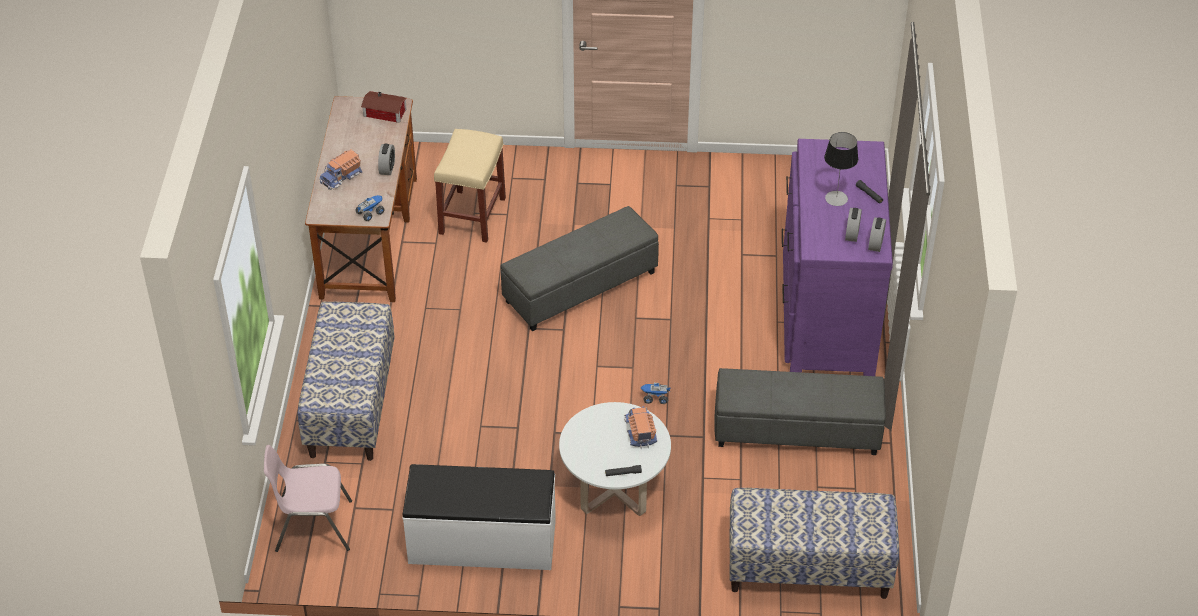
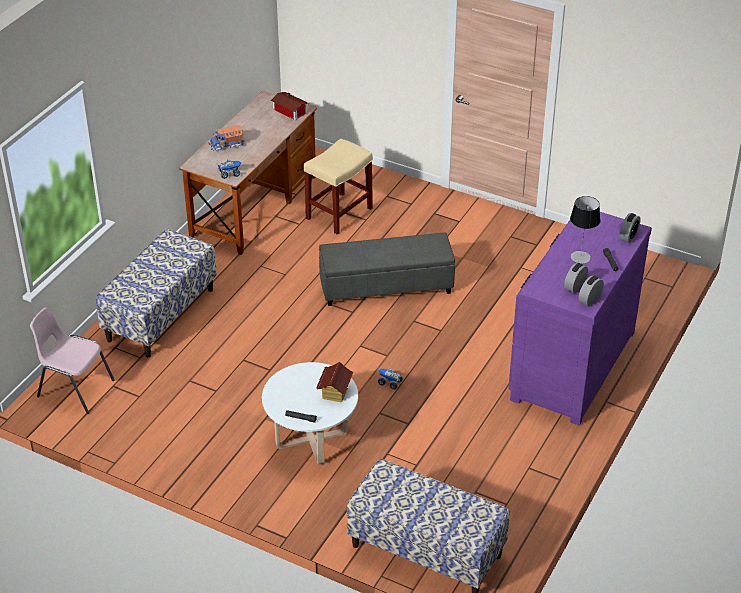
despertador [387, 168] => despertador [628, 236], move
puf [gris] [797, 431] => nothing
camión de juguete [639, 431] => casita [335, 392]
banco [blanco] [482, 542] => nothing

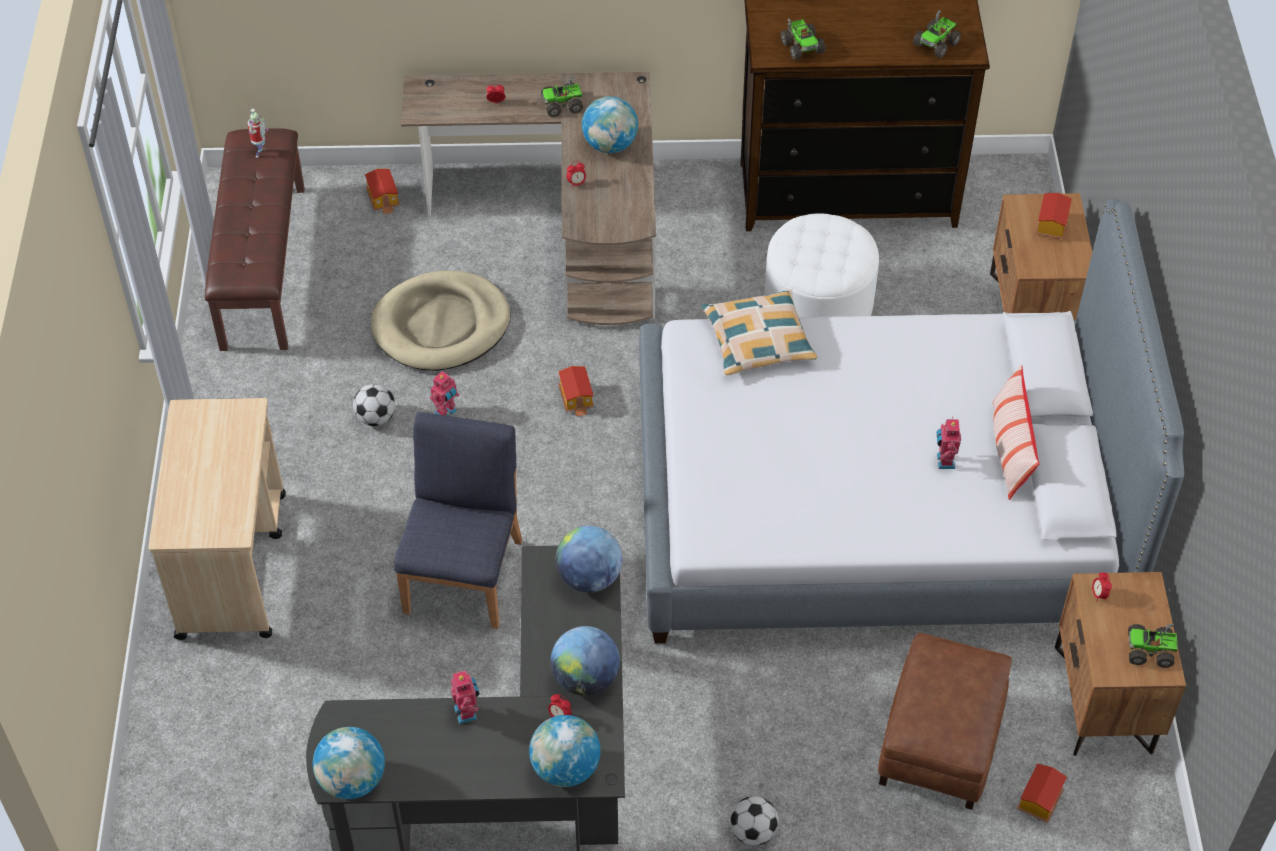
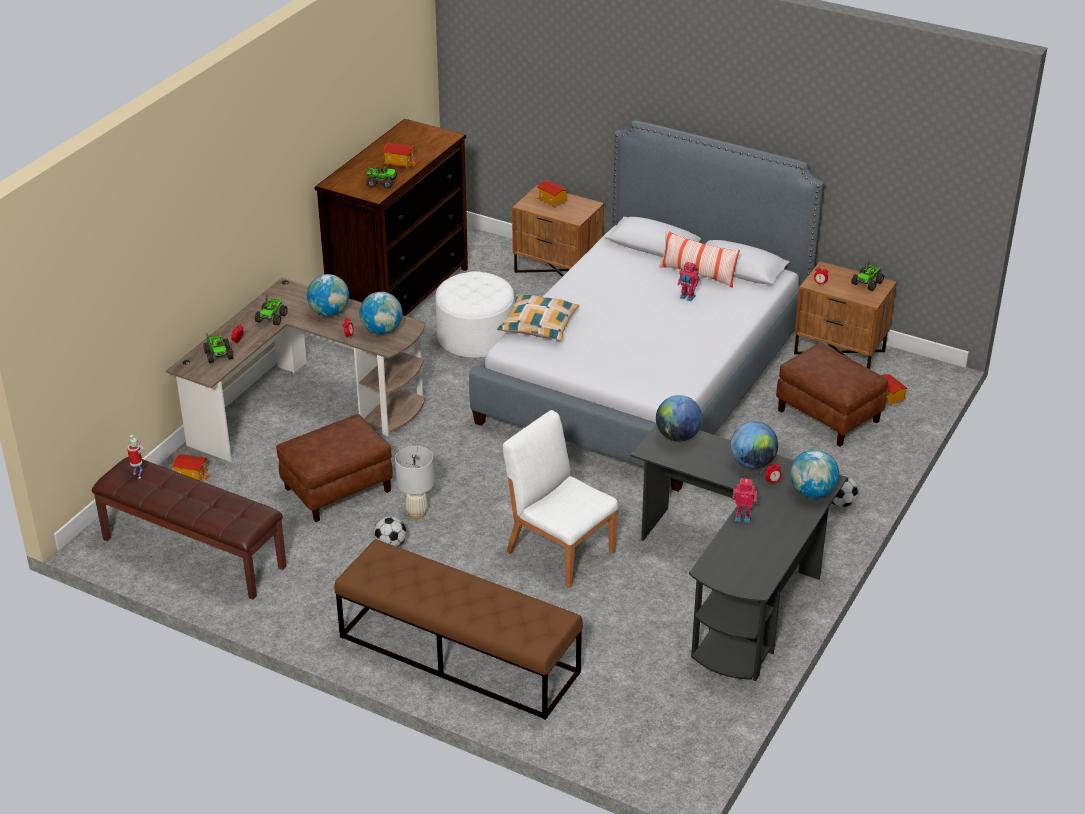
camión de juguete [936, 43] => camión de juguete [219, 355], move
cama para perro [beis] [441, 325] => puf [marrón] [337, 489]
casita [577, 398] => casita [400, 163], move
robot de juguete [446, 413] => lámpara de mesa [blanco] [416, 512]
carrito [beis] [232, 564] => banco [marrón] [458, 654]
silla [azul] [464, 575] => silla [blanco] [560, 550]
globo terráqueo [352, 780] => globo terráqueo [382, 330], move

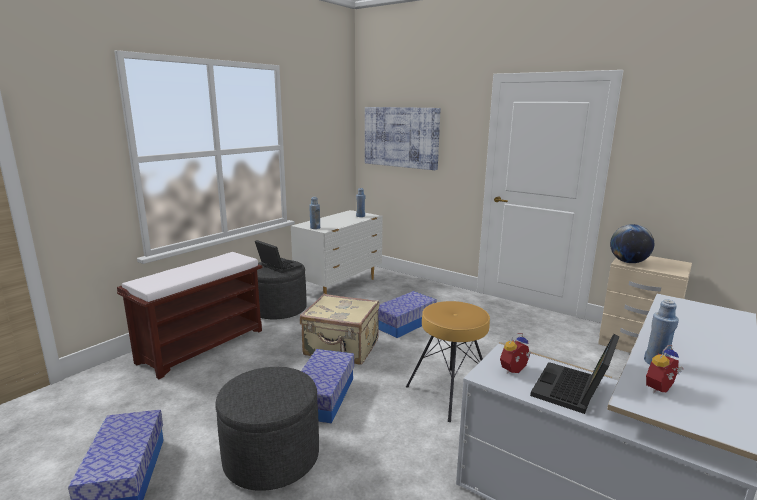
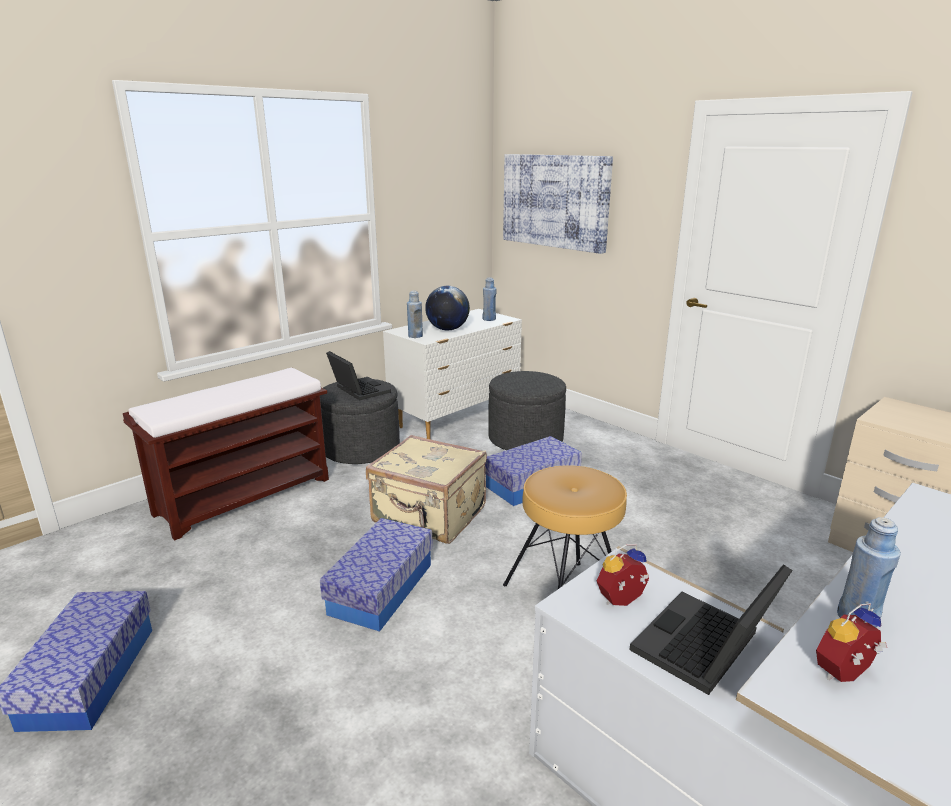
globo terráqueo [628, 262] => globo terráqueo [447, 329], move
puf [gris] [271, 457] => puf [gris] [525, 439], move

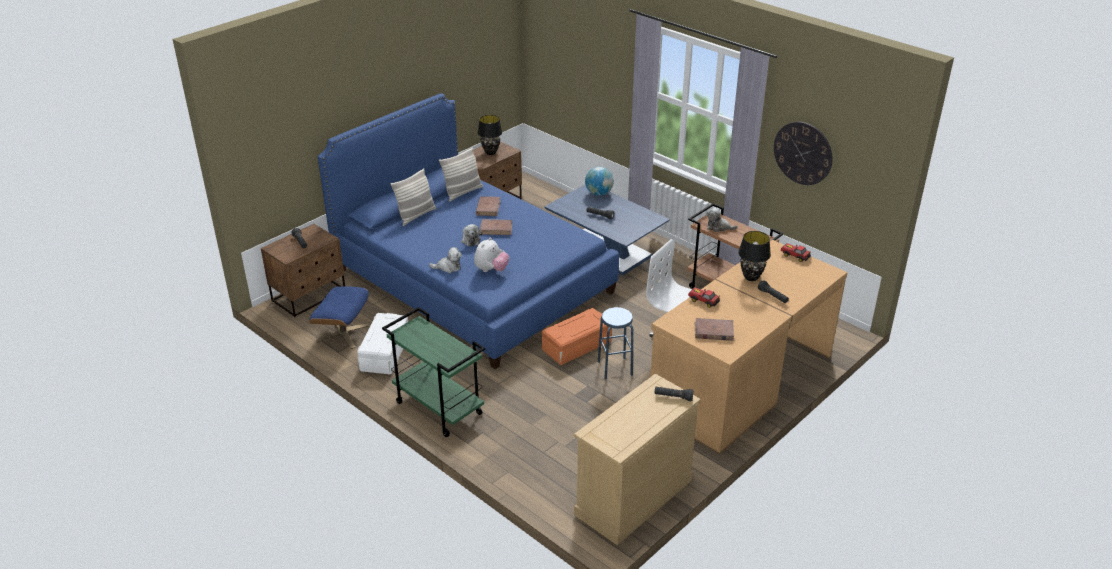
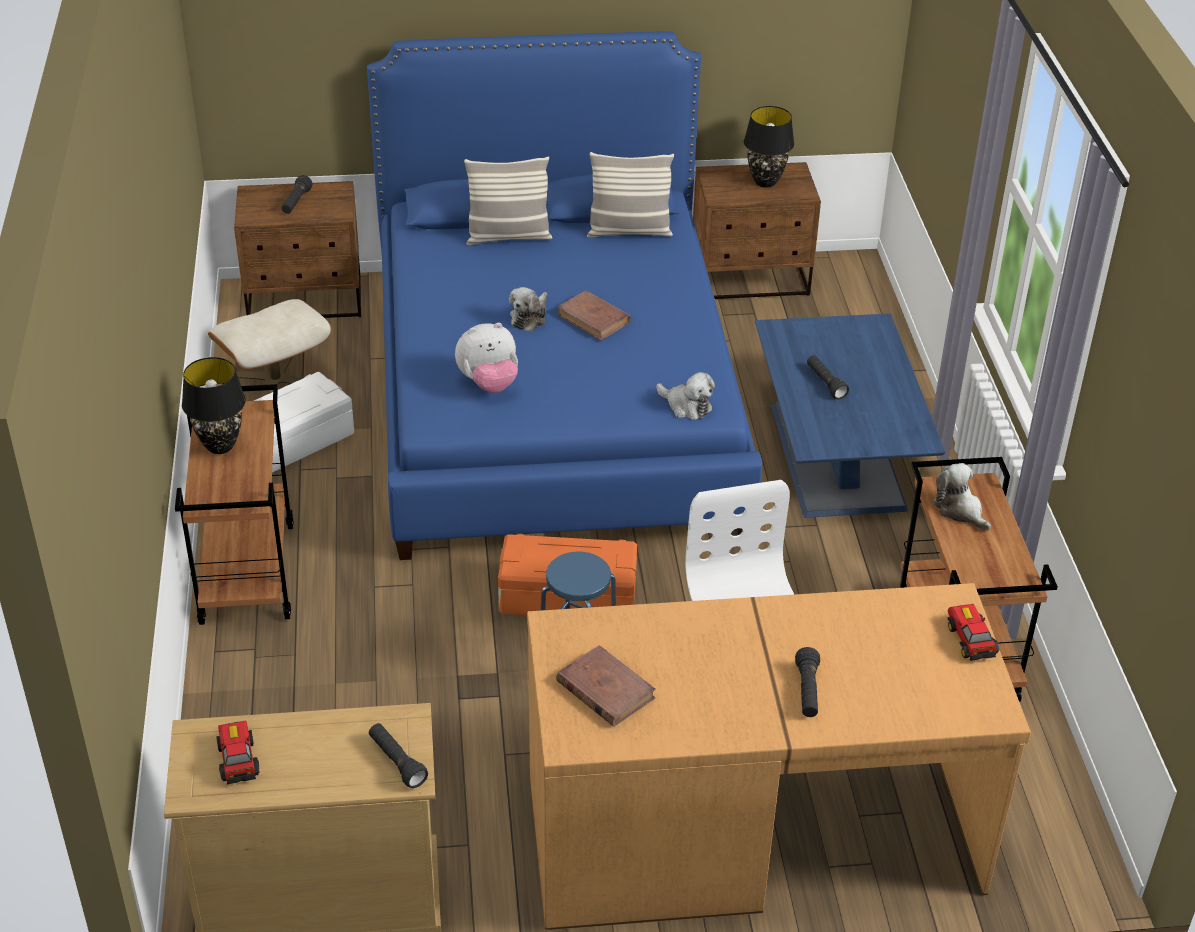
reloj de pared [803, 153] => nothing
globo terráqueo [599, 193] => nothing
libro [marrón] [488, 208] => nothing
lámpara de mesa [negro] [750, 277] => lámpara de mesa [negro] [220, 446], move
peluche [448, 267] => peluche [686, 406], move
puf [azul] [343, 333] => puf [beis] [275, 382]
coche de juguete [703, 300] => coche de juguete [238, 759], move
carrito [verde] [437, 408] => carrito [marrón] [246, 572]

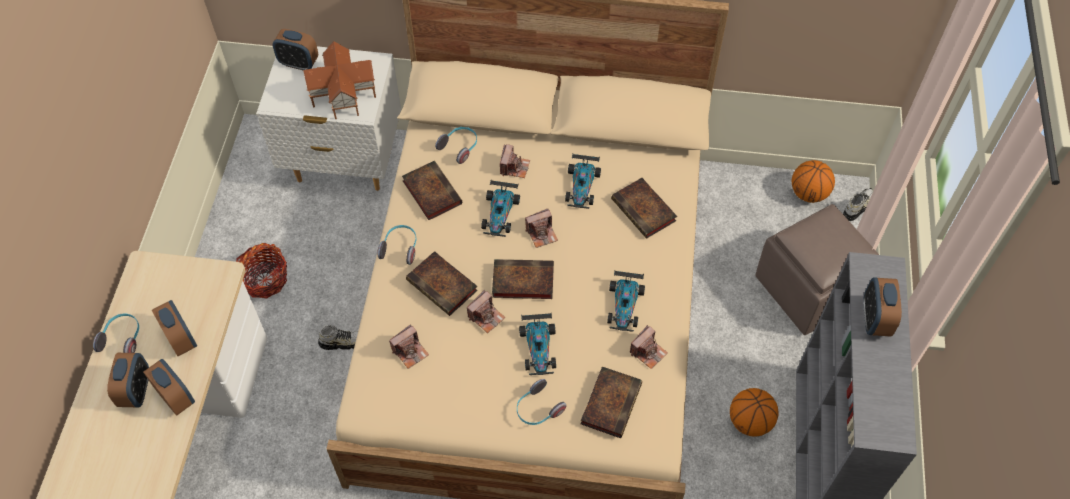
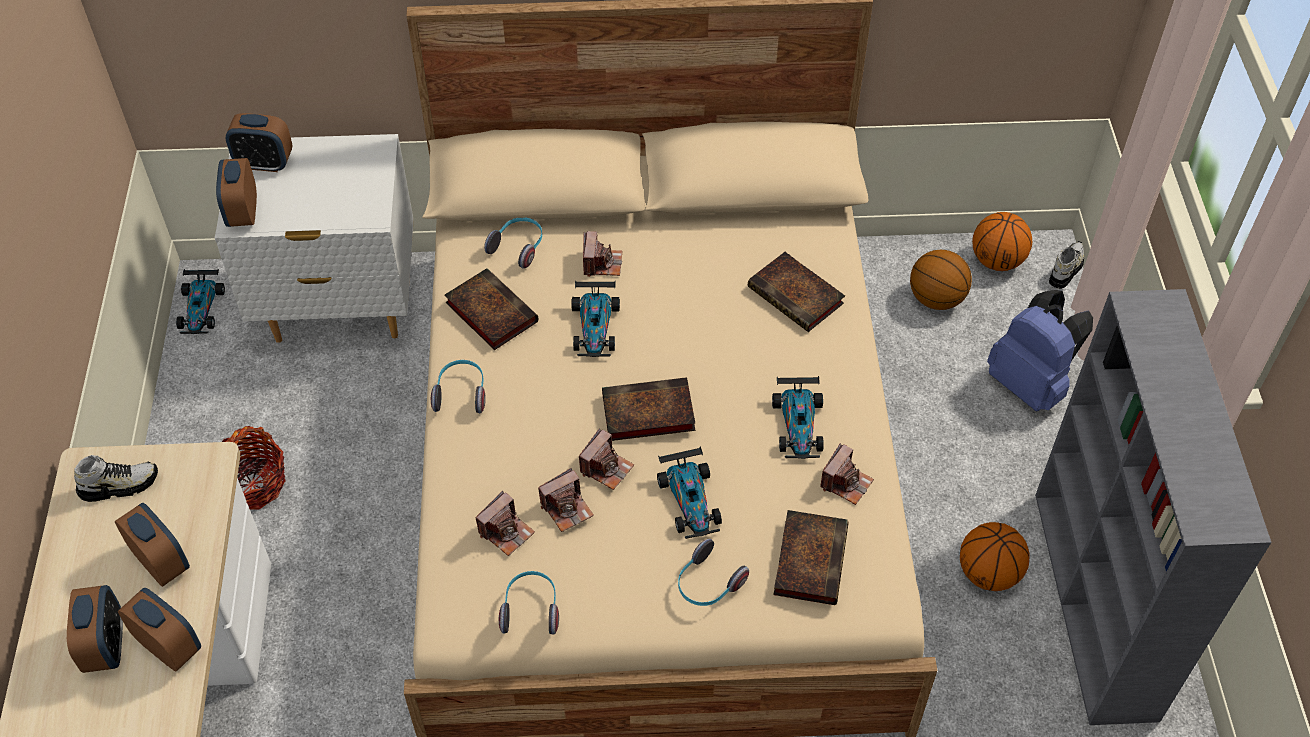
casita [342, 94] => nothing
coche de juguete [582, 186] => coche de juguete [201, 308], move
puf [marrón] [811, 289] => mochila [azul] [1030, 384]
cámara [541, 234] => cámara [567, 509], move
libro [443, 286] => nothing
despertador [874, 319] => despertador [243, 213], move
auriculares [122, 338] => auriculares [531, 609], move
zapato [342, 342] => zapato [119, 485], move
nothing => balón de baloncesto [936, 299]

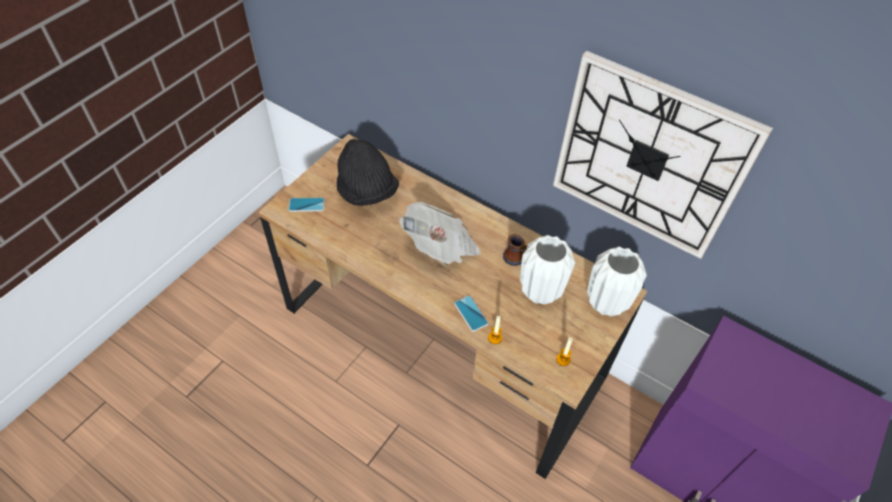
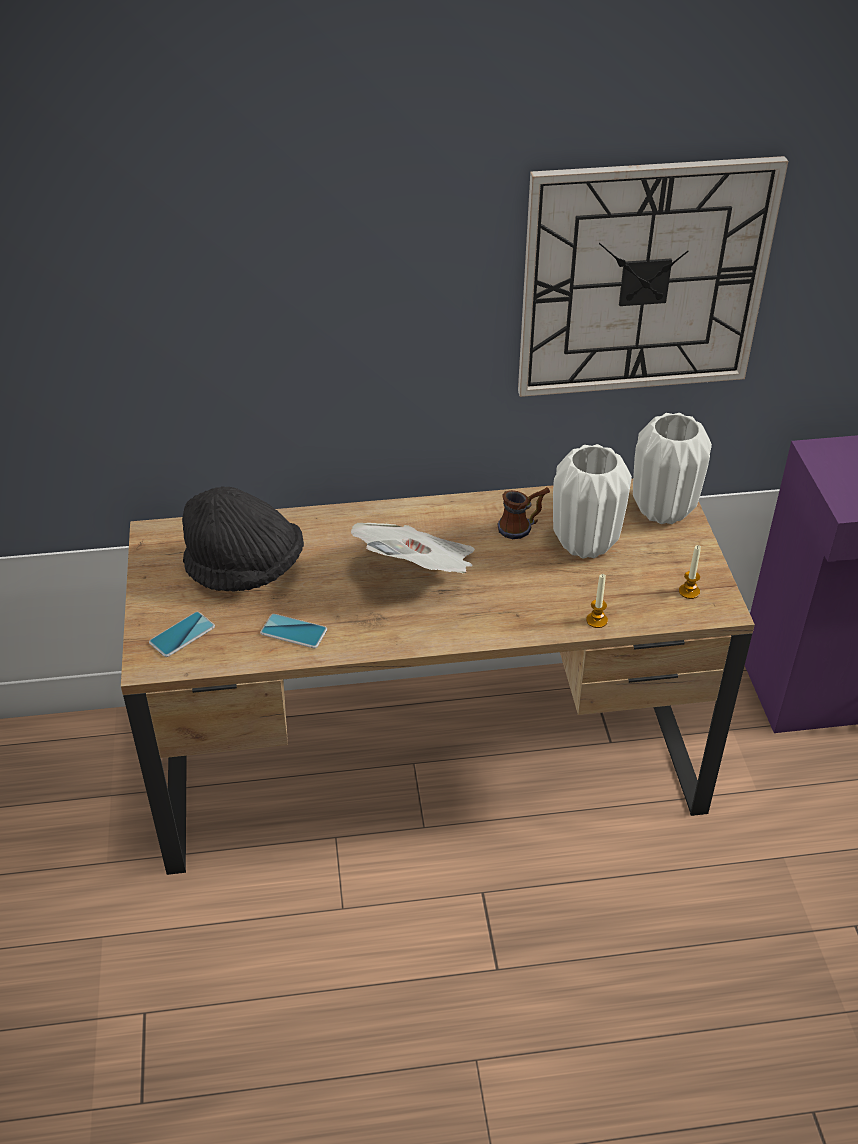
móvil [471, 313] => móvil [294, 631], move

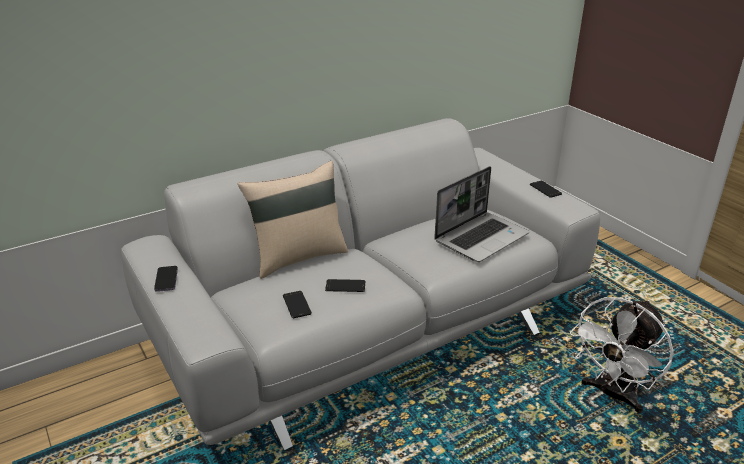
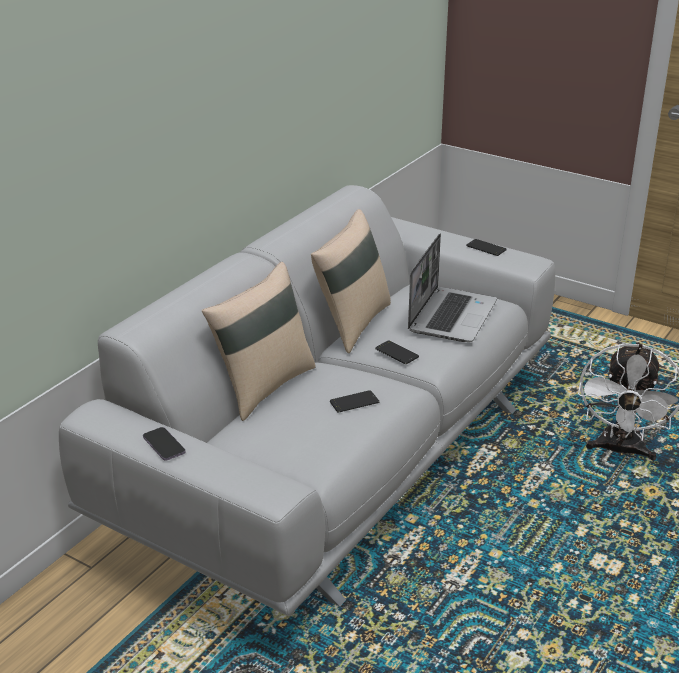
móvil [297, 305] => móvil [396, 353], move
nothing => cojín [beis] [351, 324]

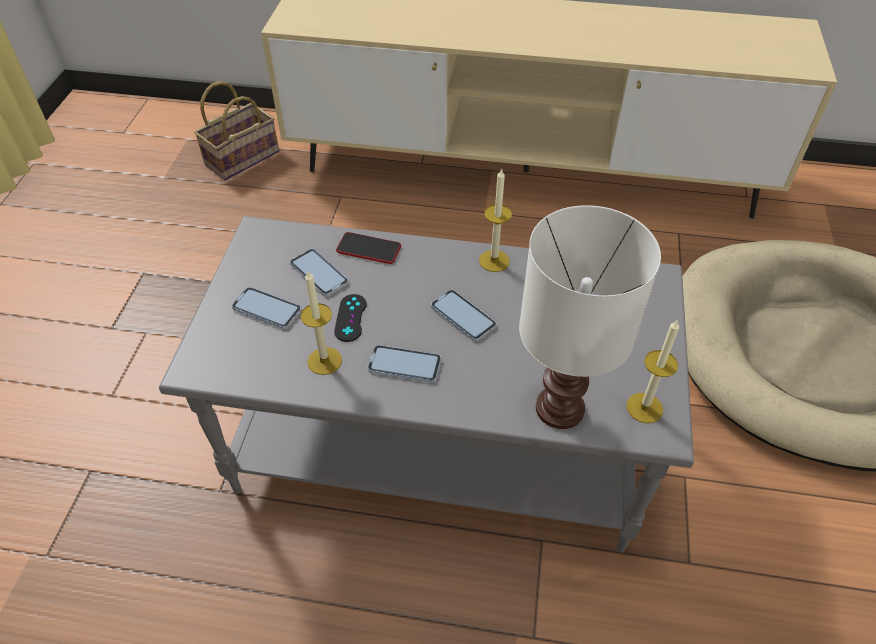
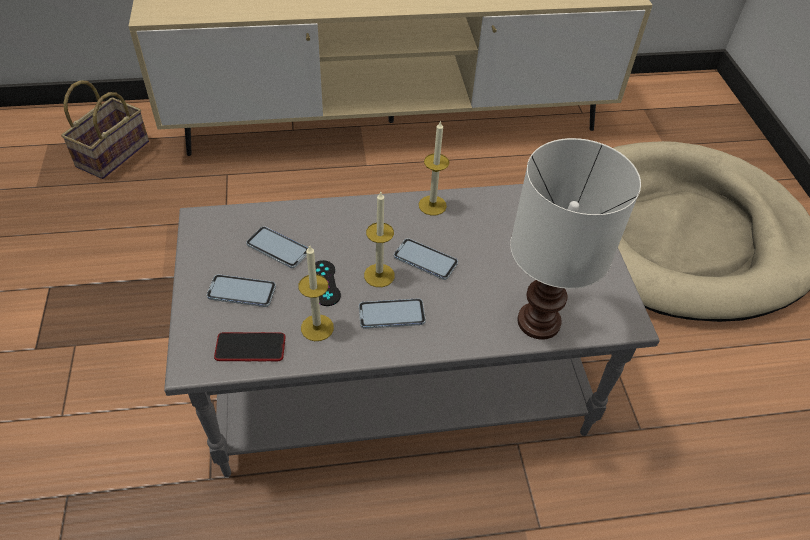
móvil [368, 249] => móvil [250, 348], move
vela [644, 408] => vela [379, 275], move

